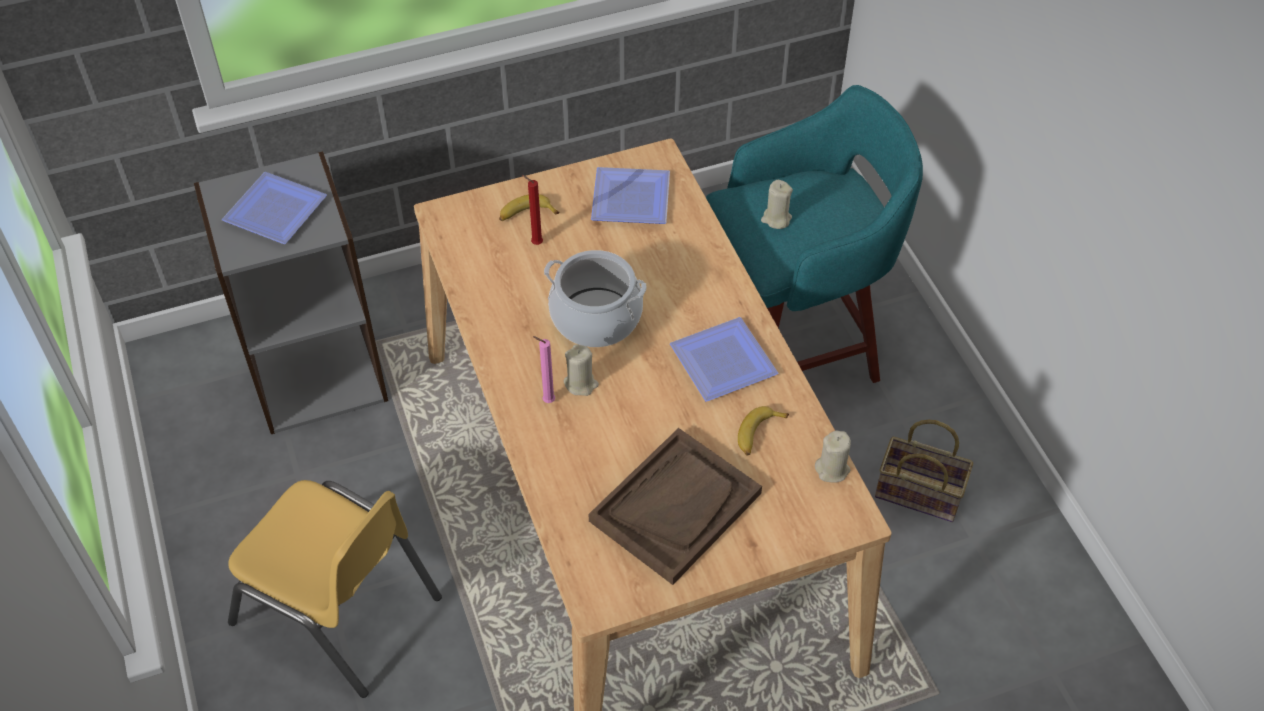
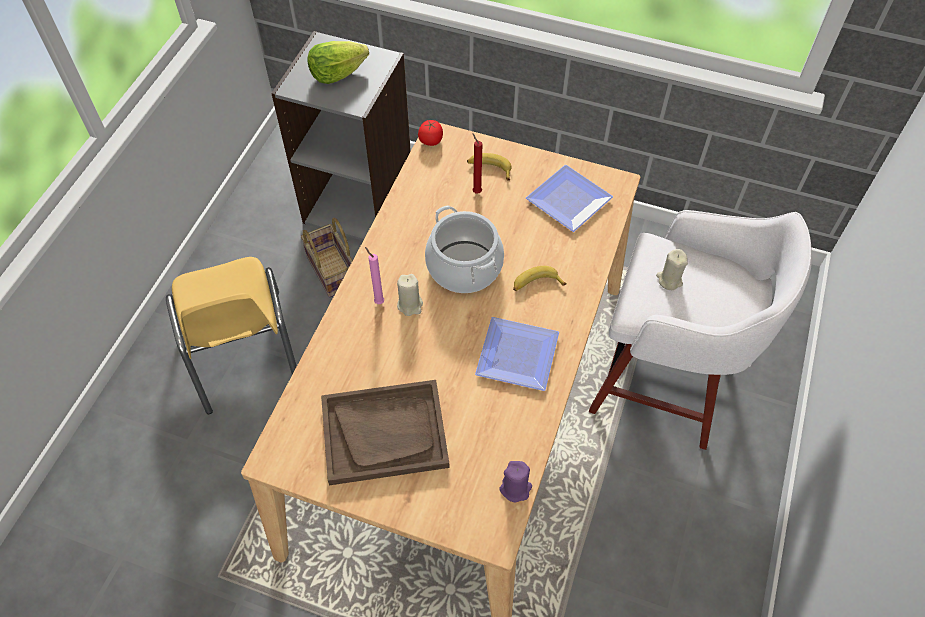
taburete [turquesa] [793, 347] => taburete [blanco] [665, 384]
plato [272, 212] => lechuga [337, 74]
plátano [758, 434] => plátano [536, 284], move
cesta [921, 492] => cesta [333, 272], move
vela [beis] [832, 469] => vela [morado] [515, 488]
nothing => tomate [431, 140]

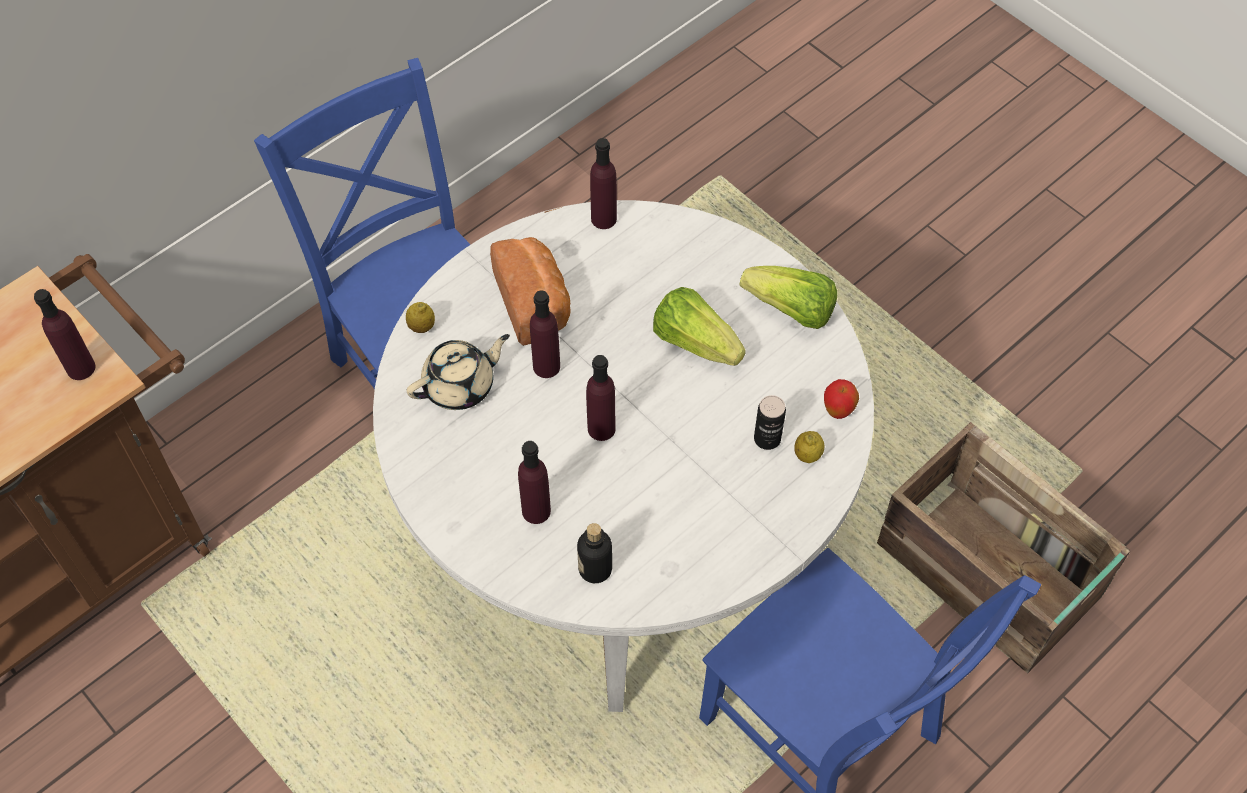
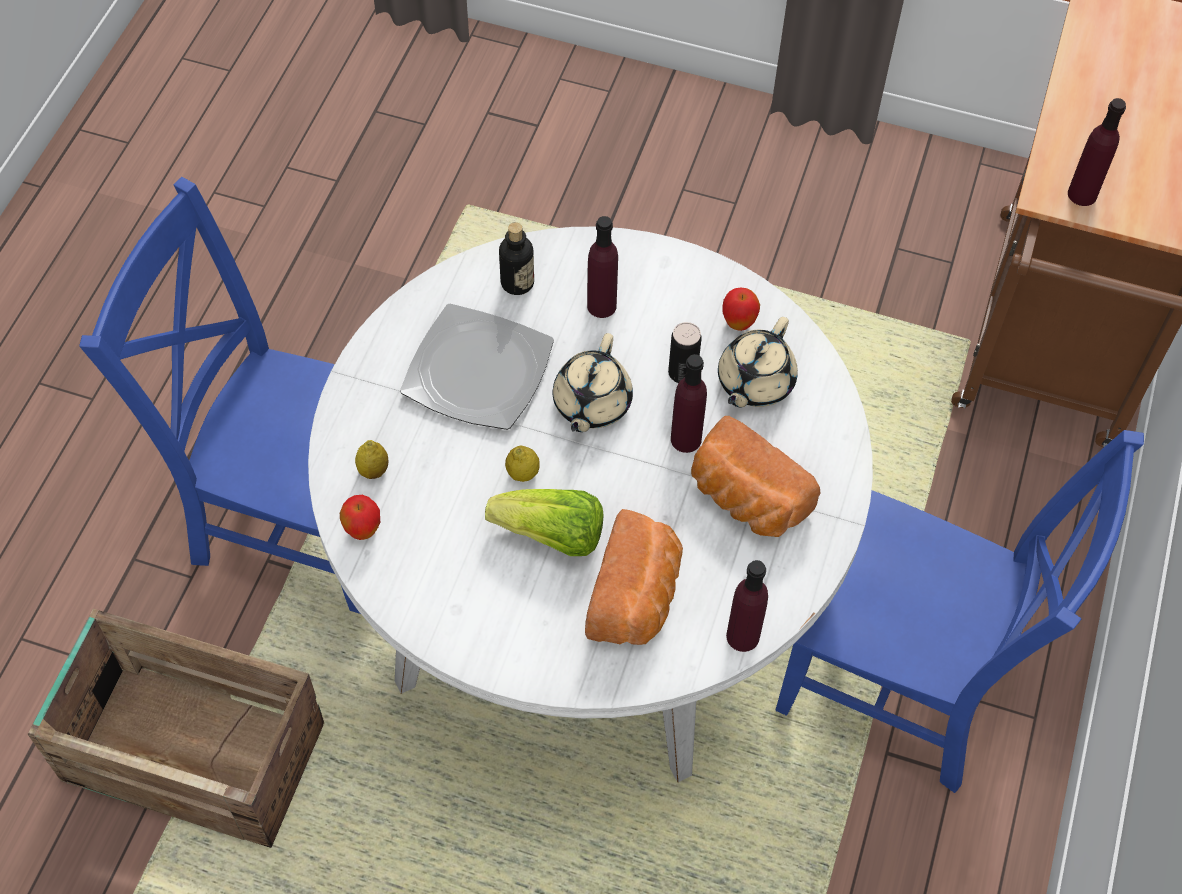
lechuga [791, 310] => nothing
limón [421, 327] => limón [523, 473], move
botella [morado] [601, 428] => tetera [beis] [591, 404]
lata [767, 439] => lata [682, 372], move
nothing => manzana [738, 323]
nothing => plato [477, 370]
nothing => pan [636, 597]

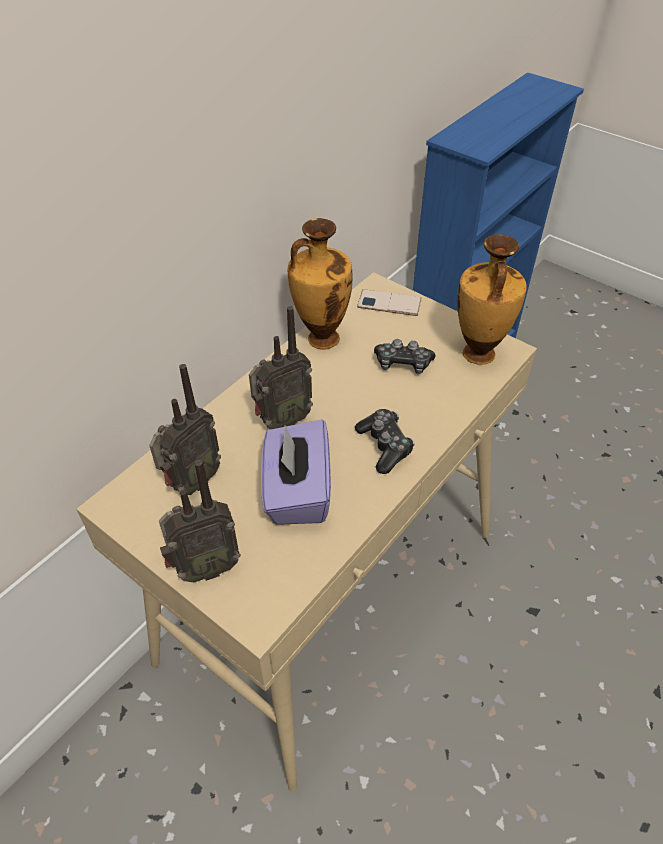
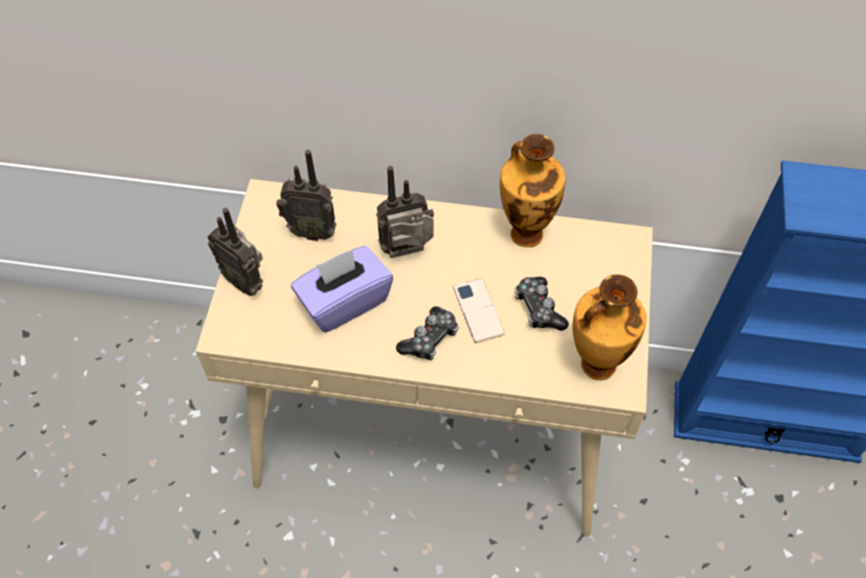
móvil [389, 303] => móvil [478, 310], move
radio [281, 421] => radio [408, 254], 135 degrees clockwise

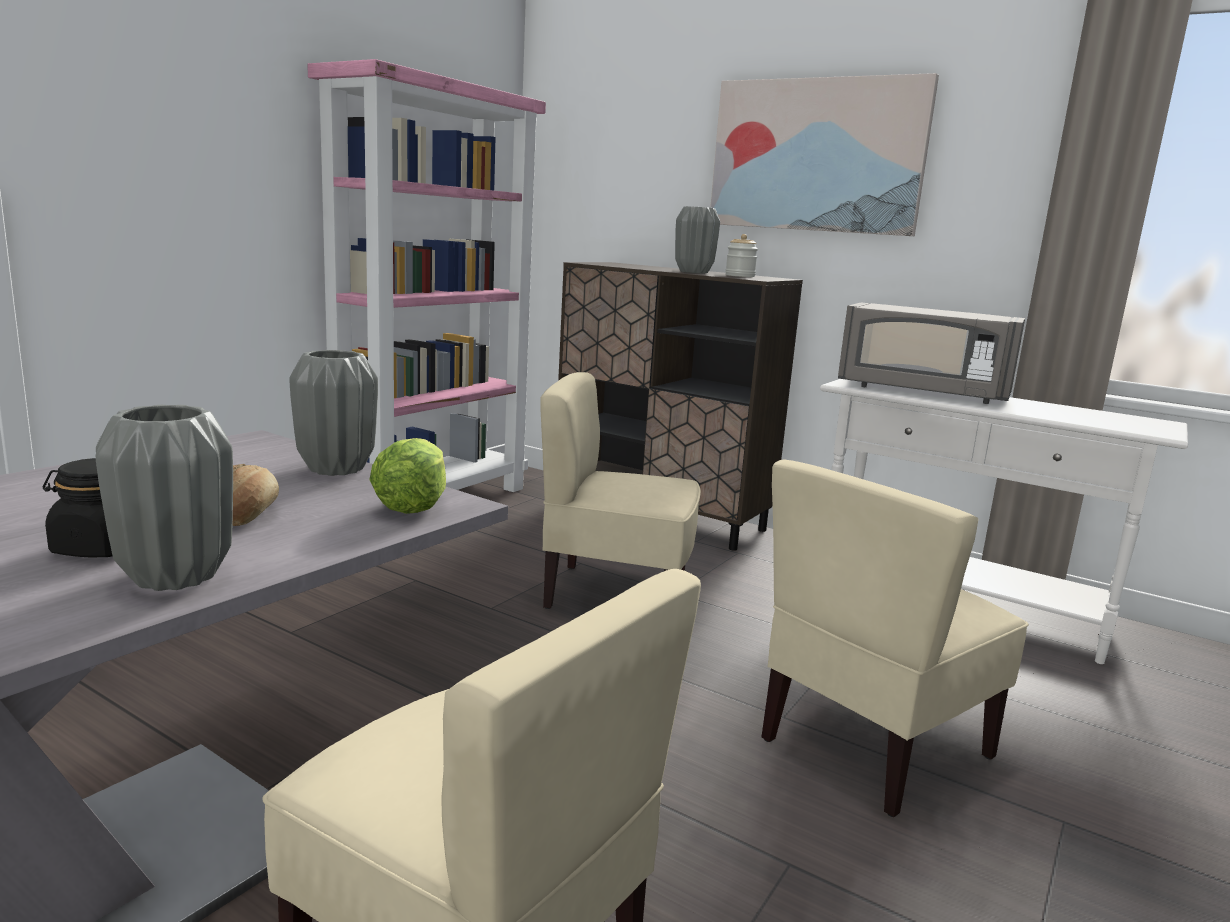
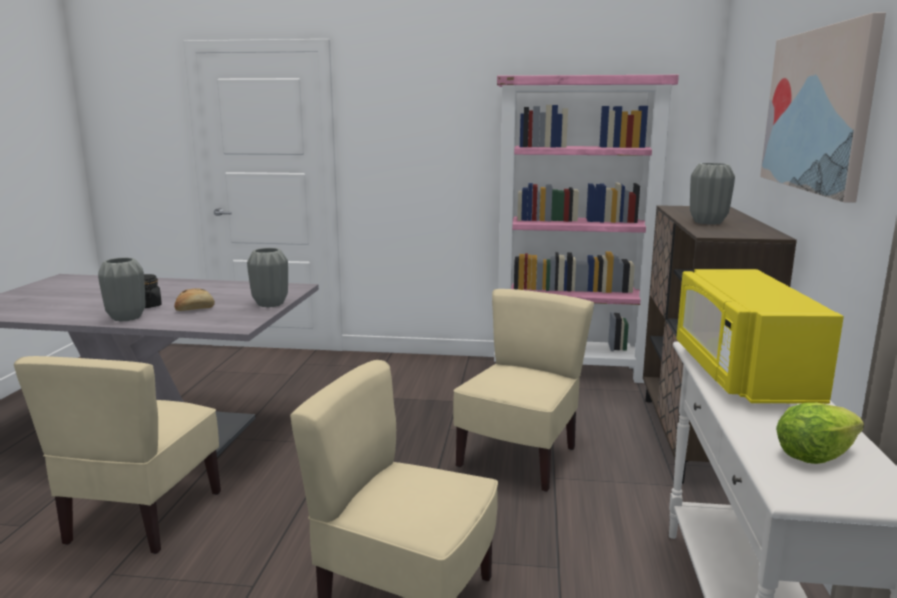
tarro [740, 276] => nothing
microondas [gris] [922, 392] => microondas [amarillo] [742, 374]
silla [beis] [616, 595] => silla [beis] [519, 458], 45 degrees clockwise
lechuga [412, 505] => lechuga [814, 456], move

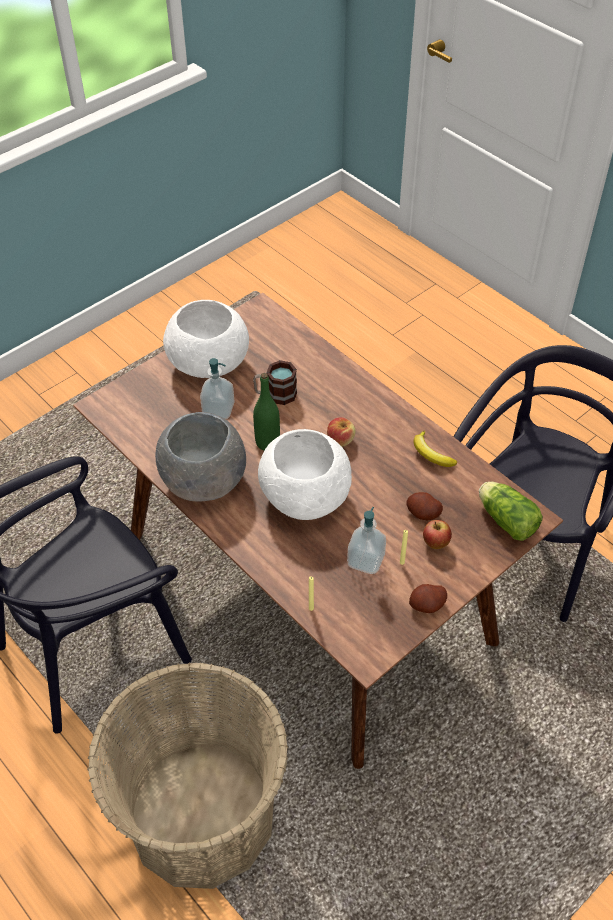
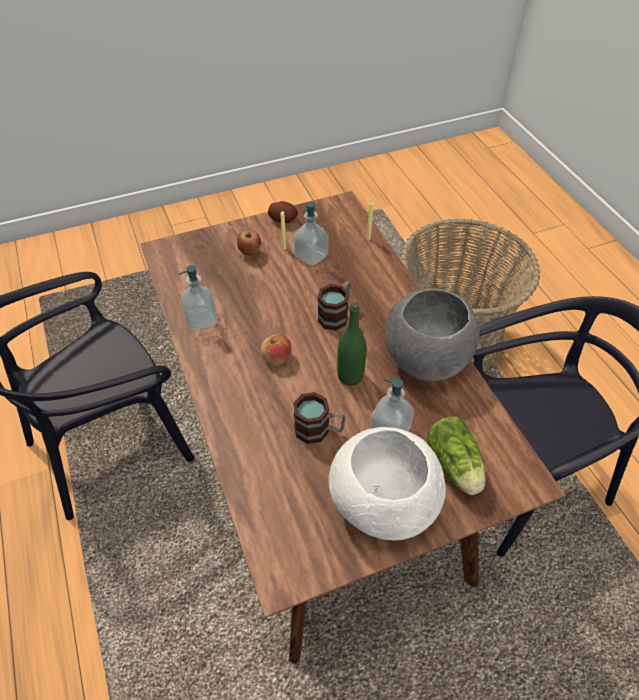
cuenco [blanco] [305, 497] => taza grande [336, 314]
plátano [431, 454] => dispensador de jabón [201, 320]
lechuga [505, 519] => lechuga [455, 467], move
patata [423, 513] => nothing

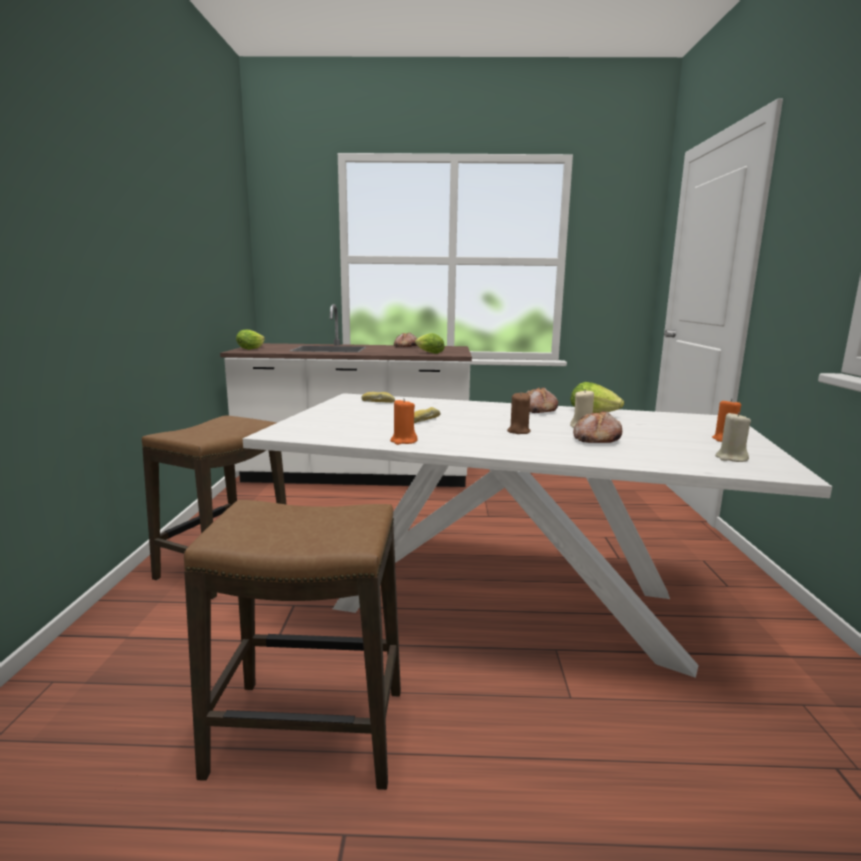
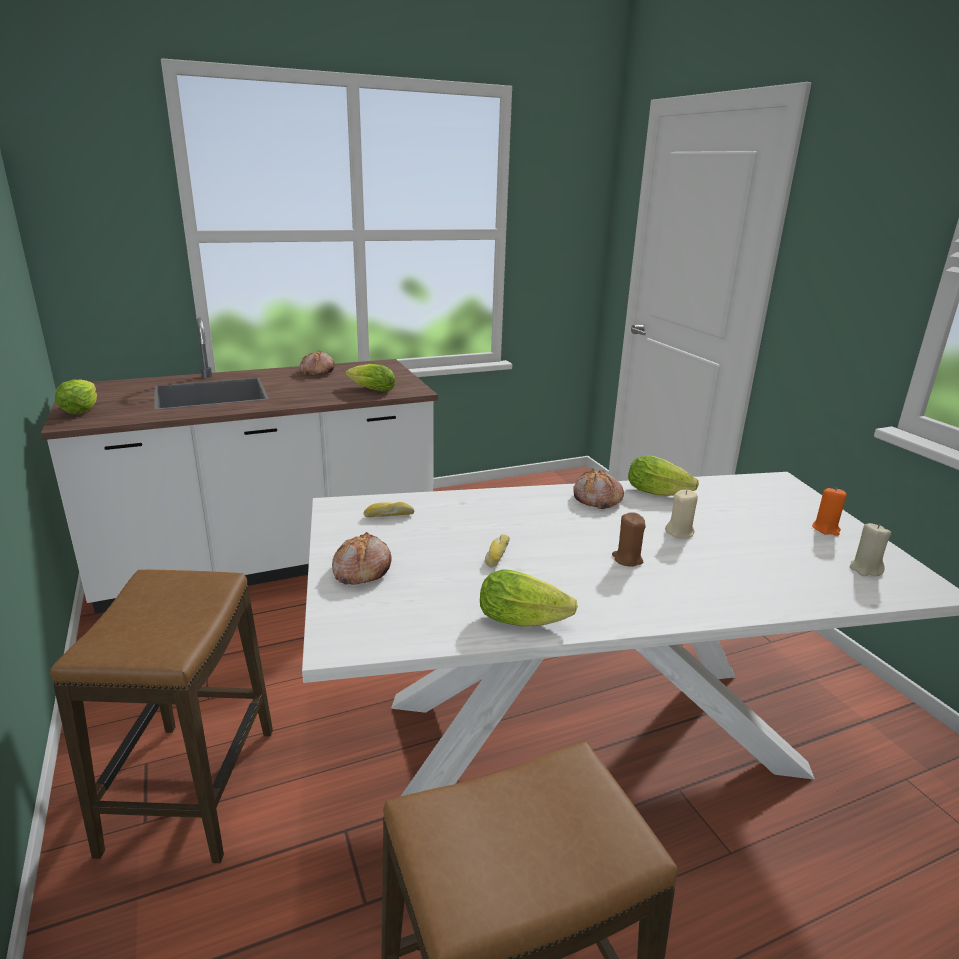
vela [naranja] [403, 441] => lechuga [527, 620]
pan [595, 439] => pan [361, 570], move

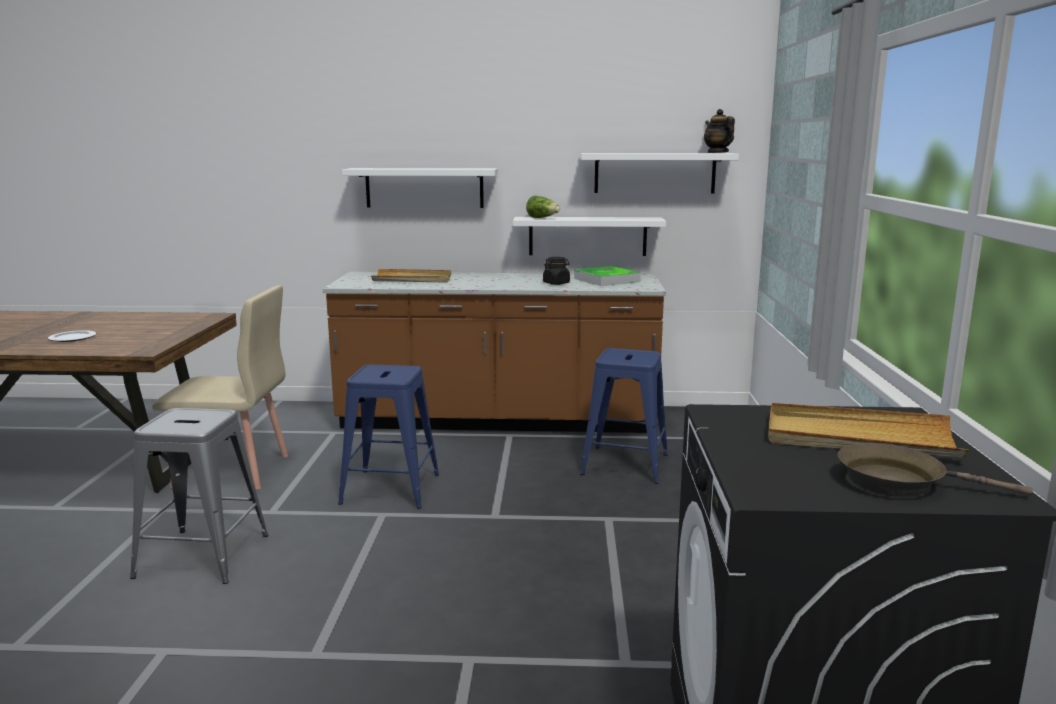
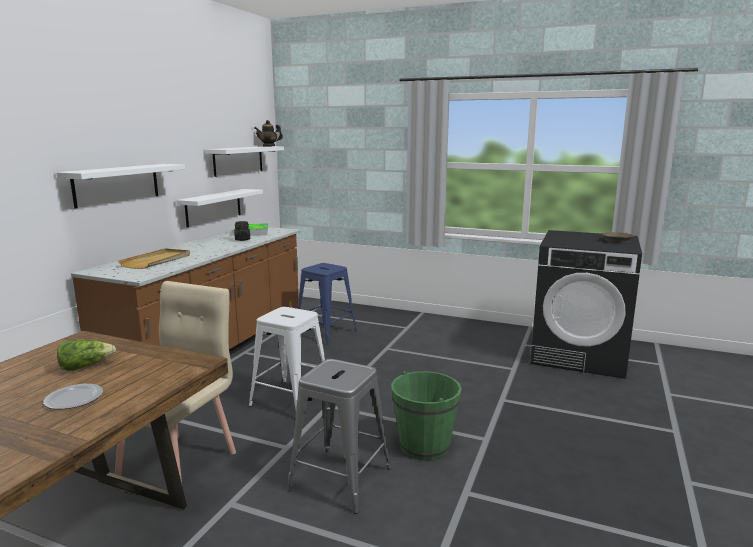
lechuga [543, 218] => lechuga [85, 366], move
taburete [azul] [390, 488] => taburete [blanco] [290, 399]
bandeja [beis] [859, 438] => nothing
nothing => cubo [verde] [424, 445]

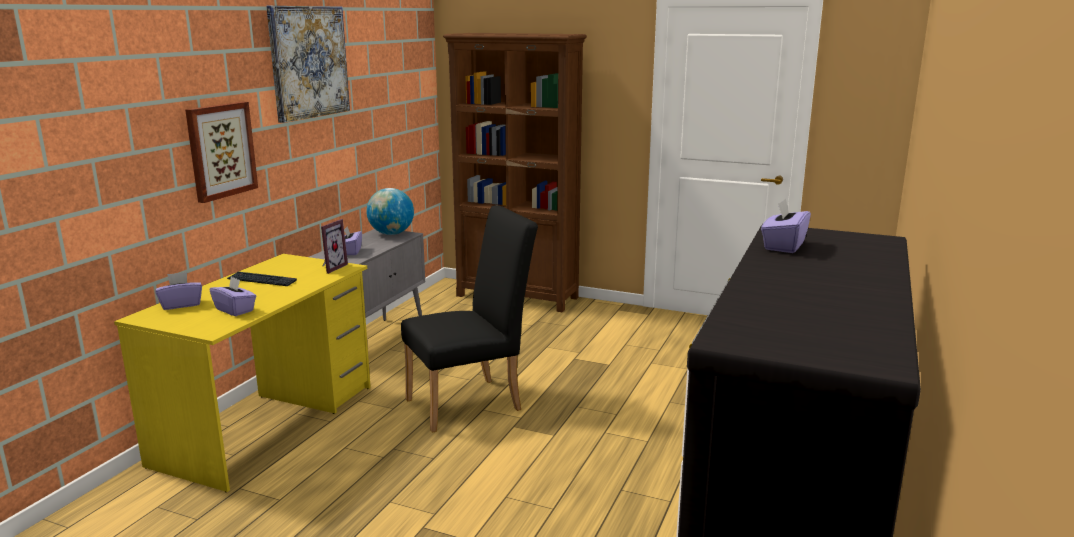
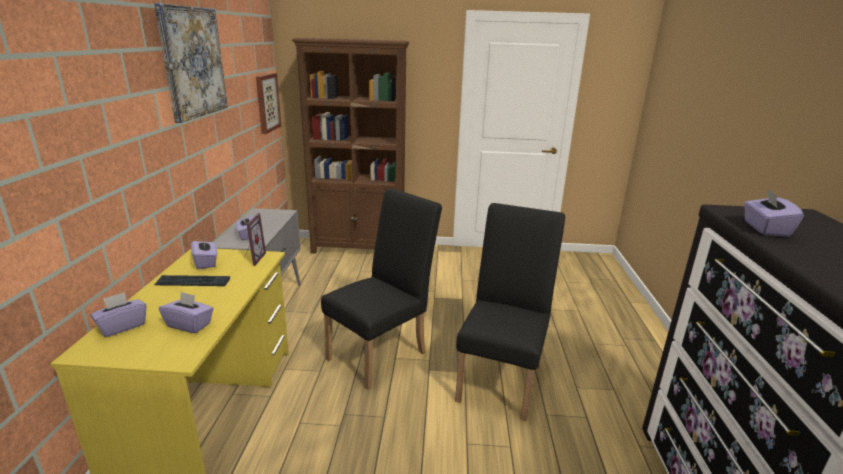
cuadro [220, 150] => cuadro [267, 102], move
globo terráqueo [391, 234] => nothing
nothing => silla [negro] [502, 378]
nothing => caja de pañuelos [morado] [206, 262]

